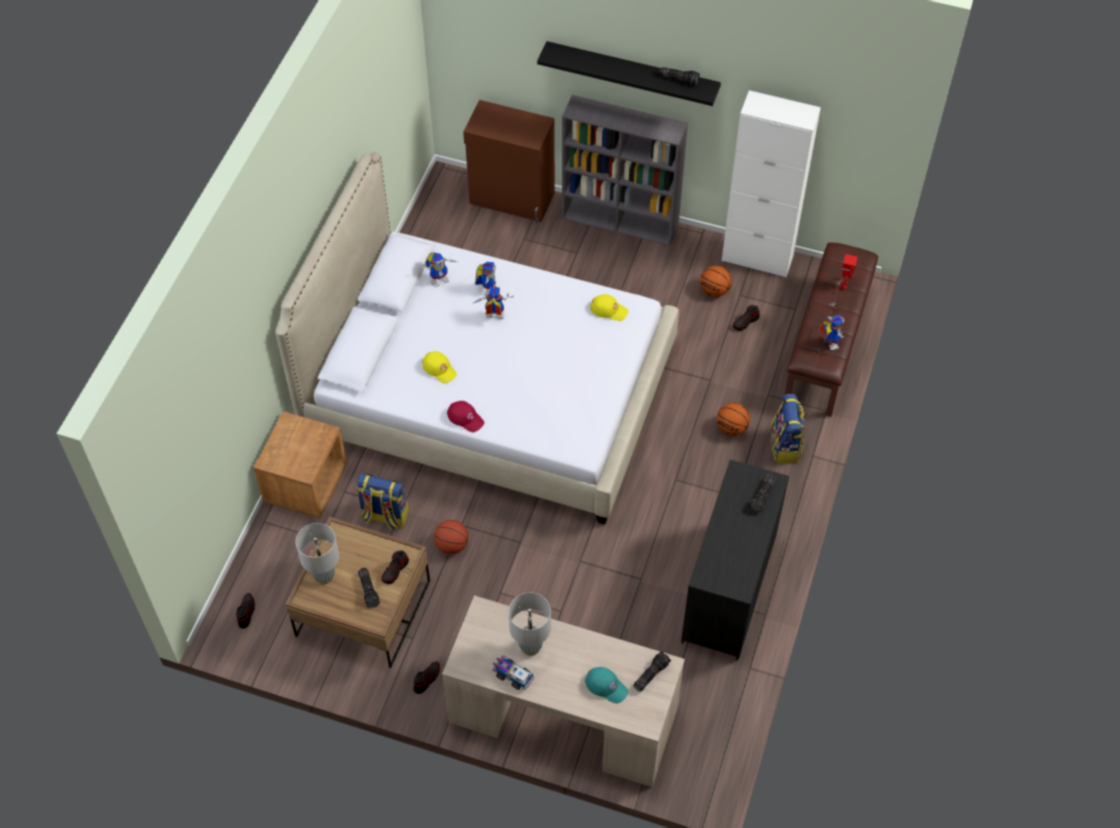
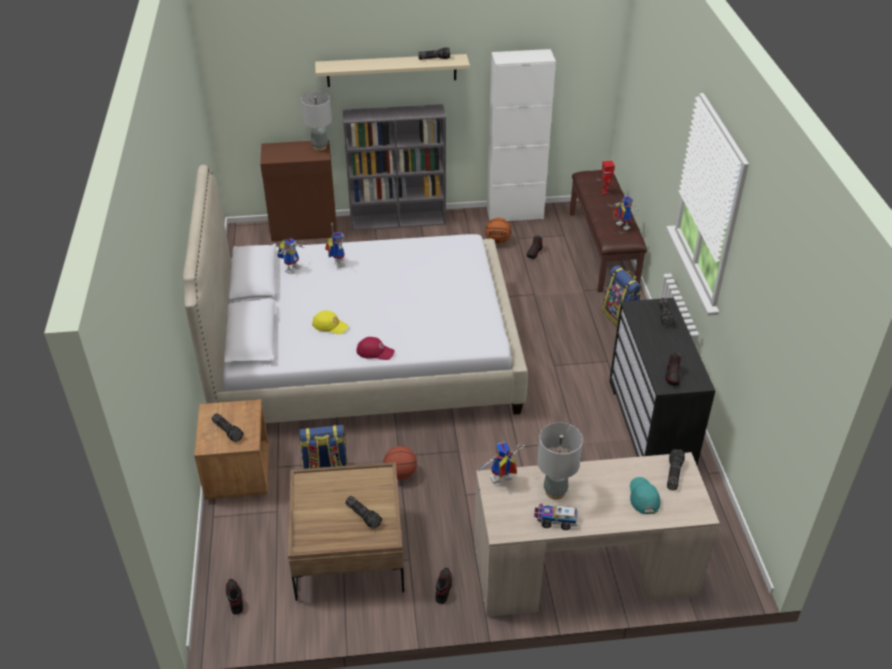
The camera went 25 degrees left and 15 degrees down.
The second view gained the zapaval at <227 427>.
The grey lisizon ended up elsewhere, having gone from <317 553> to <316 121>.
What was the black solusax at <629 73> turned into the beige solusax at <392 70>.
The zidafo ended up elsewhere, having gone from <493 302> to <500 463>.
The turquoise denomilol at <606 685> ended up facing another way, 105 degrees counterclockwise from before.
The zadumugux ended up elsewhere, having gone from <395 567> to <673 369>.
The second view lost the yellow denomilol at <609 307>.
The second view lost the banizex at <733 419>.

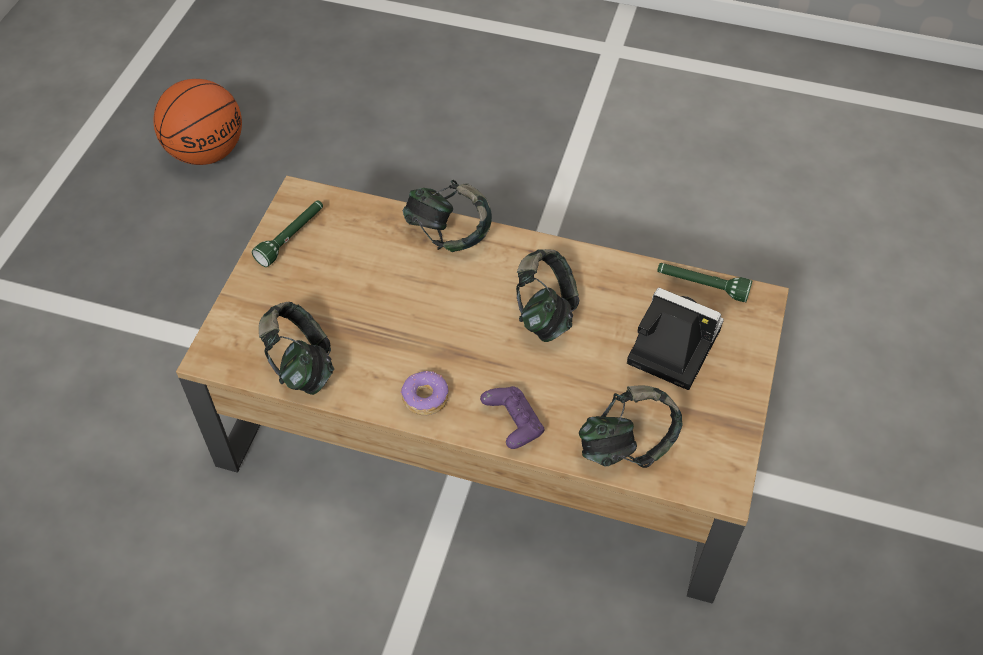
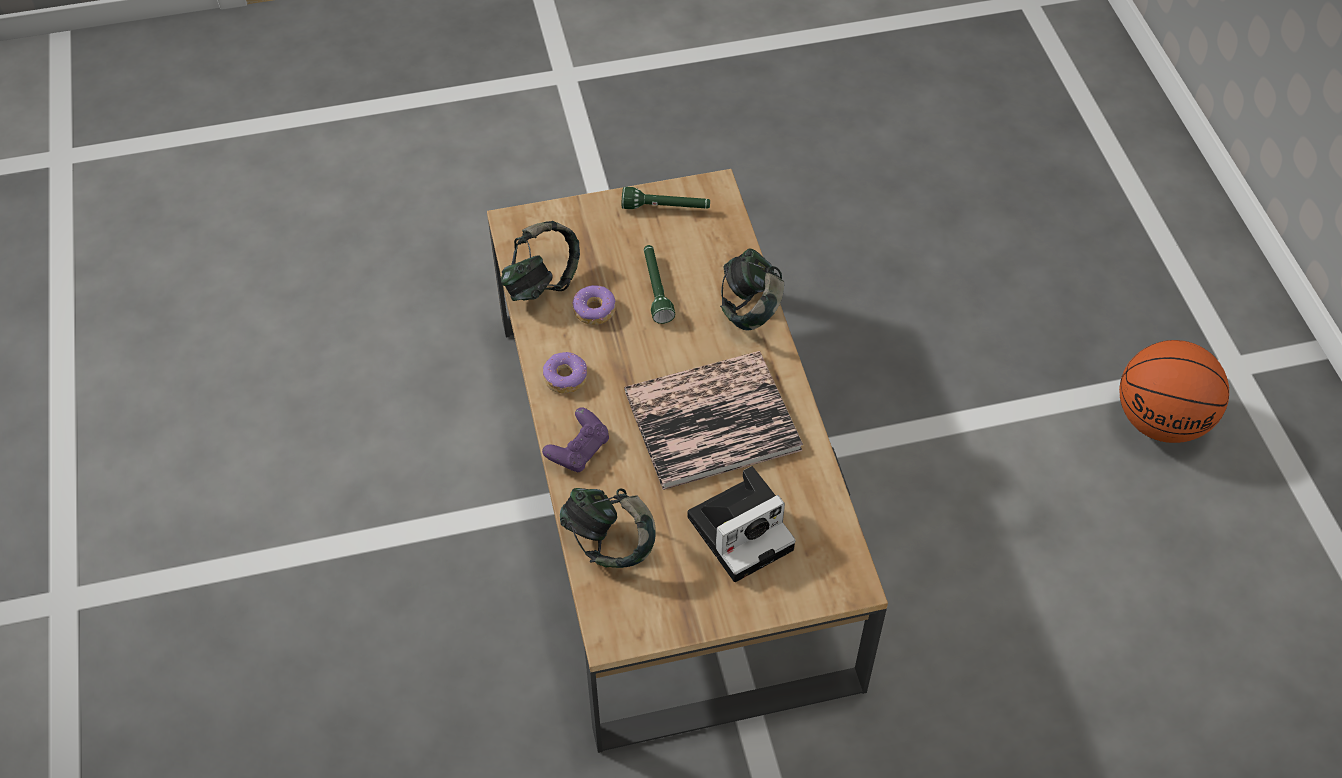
The camera went 60 degrees right and 0 degrees up.
The second view gained the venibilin at <594 305>.
Where the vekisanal stood at <547 295>, the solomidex came to stand at <713 420>.
The green zapaval ended up elsewhere, having gone from <704 282> to <659 284>.
The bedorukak at <675 339> ended up facing another way, 60 degrees clockwise from before.
The banizex ended up elsewhere, having gone from <198 122> to <1174 391>.

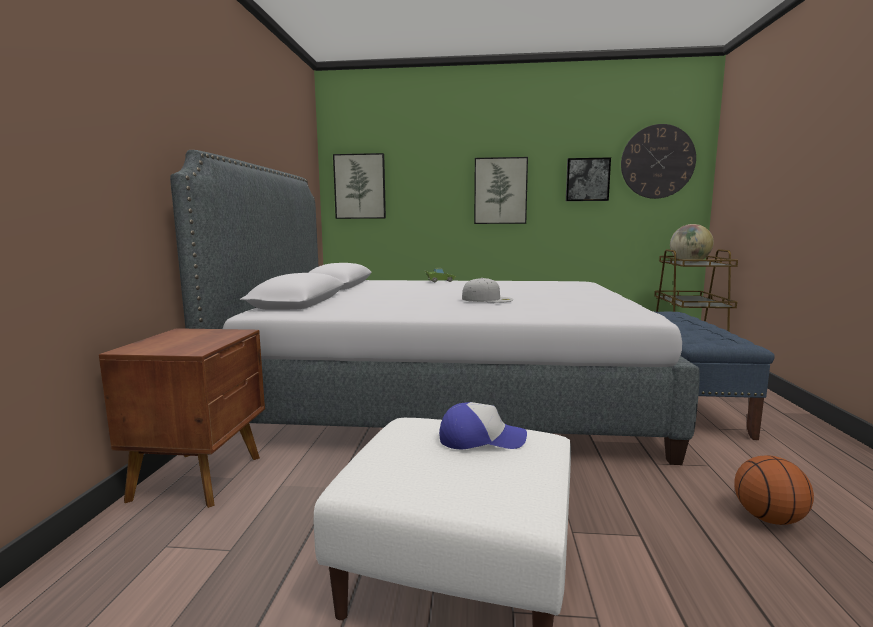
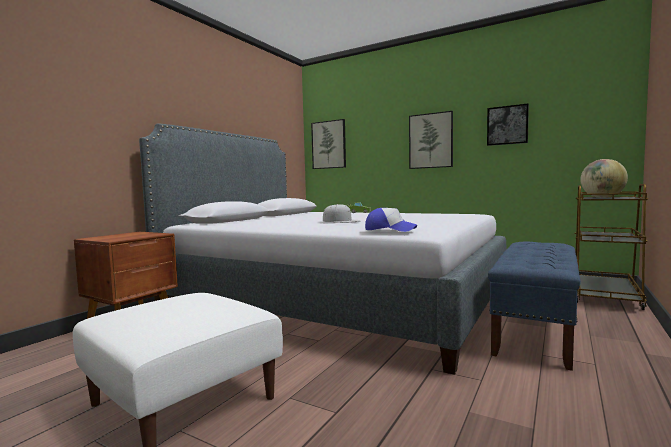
The camera went 25 degrees right and 5 degrees down.
The denomilol ended up elsewhere, having gone from <483 425> to <391 220>.
The second view lost the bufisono at <658 161>.
The second view lost the banizex at <774 490>.

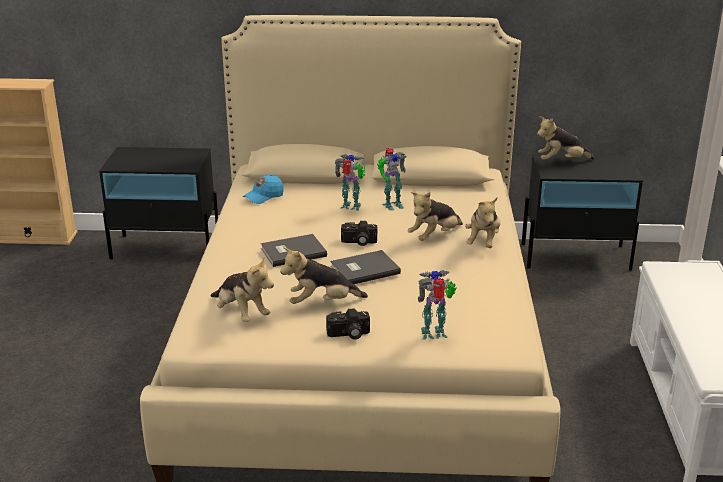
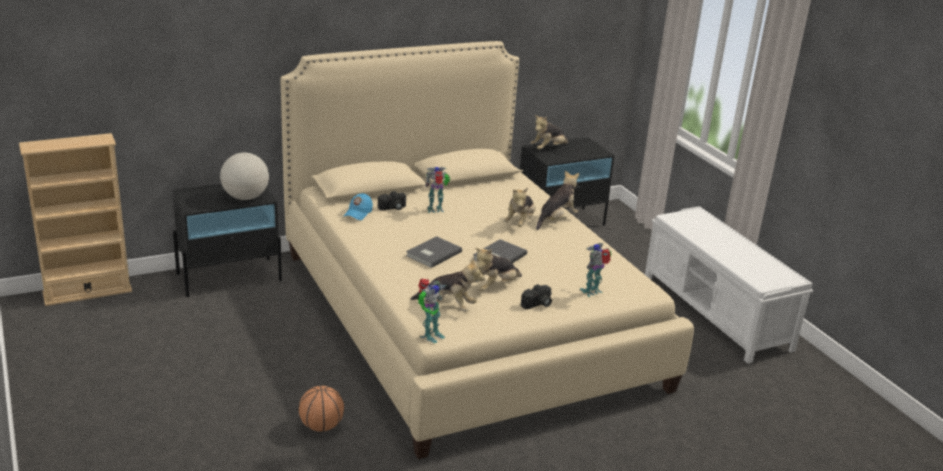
The camera went 30 degrees left and 0 degrees up.
The second view gained the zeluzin at <244 176>.
The second view gained the banizex at <321 409>.
The bedorukak ended up elsewhere, having gone from <359 233> to <392 201>.
The zidafo ended up elsewhere, having gone from <391 179> to <432 311>.
The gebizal at <483 223> ended up facing another way, 120 degrees counterclockwise from before.

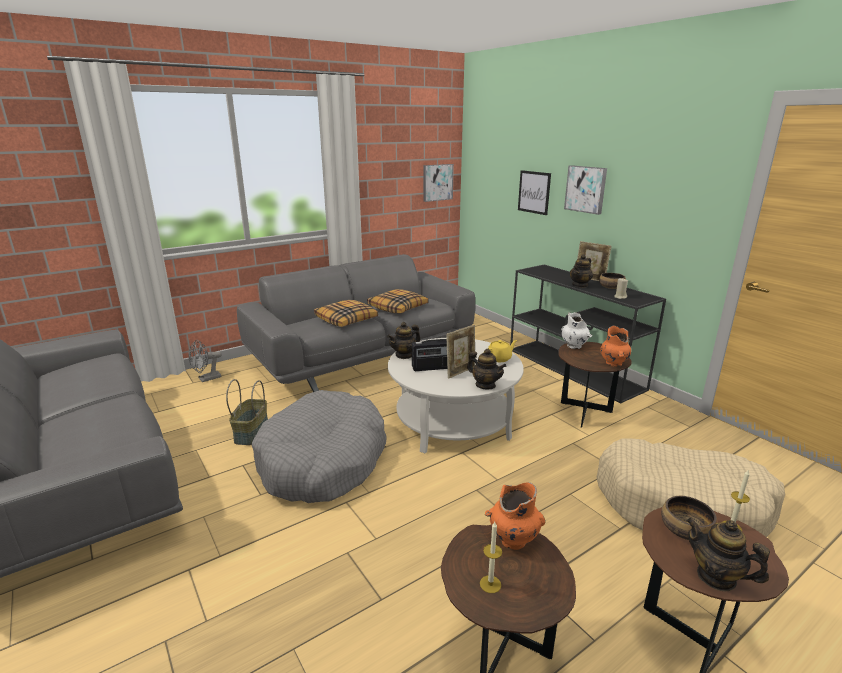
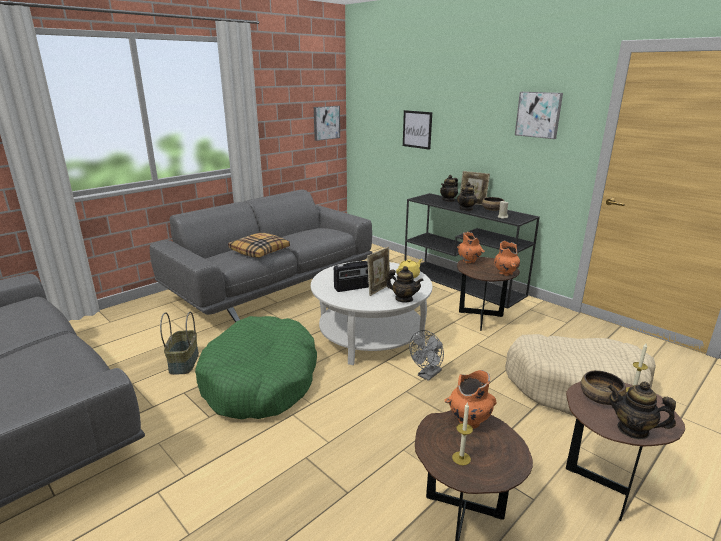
The camera went 10 degrees left and 0 degrees up.
What was the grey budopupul at <319 446> turned into the green budopupul at <256 367>.
The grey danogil ended up elsewhere, having gone from <205 361> to <426 355>.
The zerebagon ended up elsewhere, having gone from <403 340> to <449 188>.
What was the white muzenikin at <576 330> turned into the orange muzenikin at <471 248>.
The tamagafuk ended up elsewhere, having gone from <585 190> to <539 115>.
The second view lost the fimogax at <397 301>.

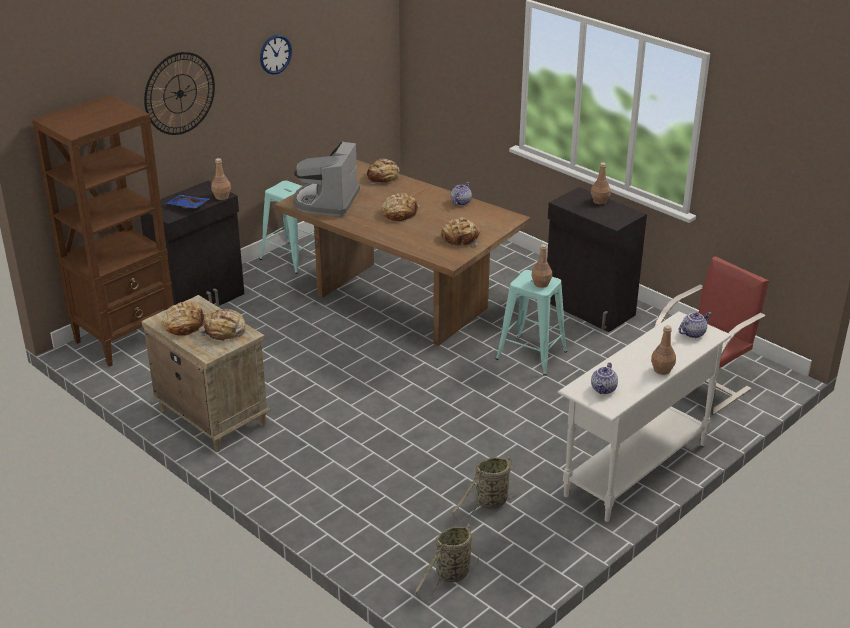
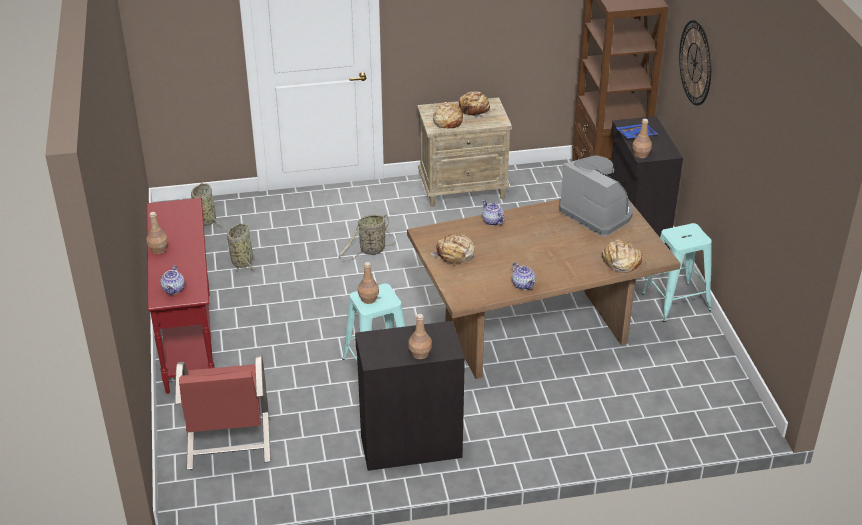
The camera went 125 degrees right and 5 degrees up.
What was the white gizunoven at <644 416> turned into the red gizunoven at <181 296>.
The second view gained the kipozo at <367 237>.
The zerebagon ended up elsewhere, having gone from <604 378> to <493 213>.
The second view lost the bufisono at <276 55>.
The second view lost the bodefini at <400 207>.

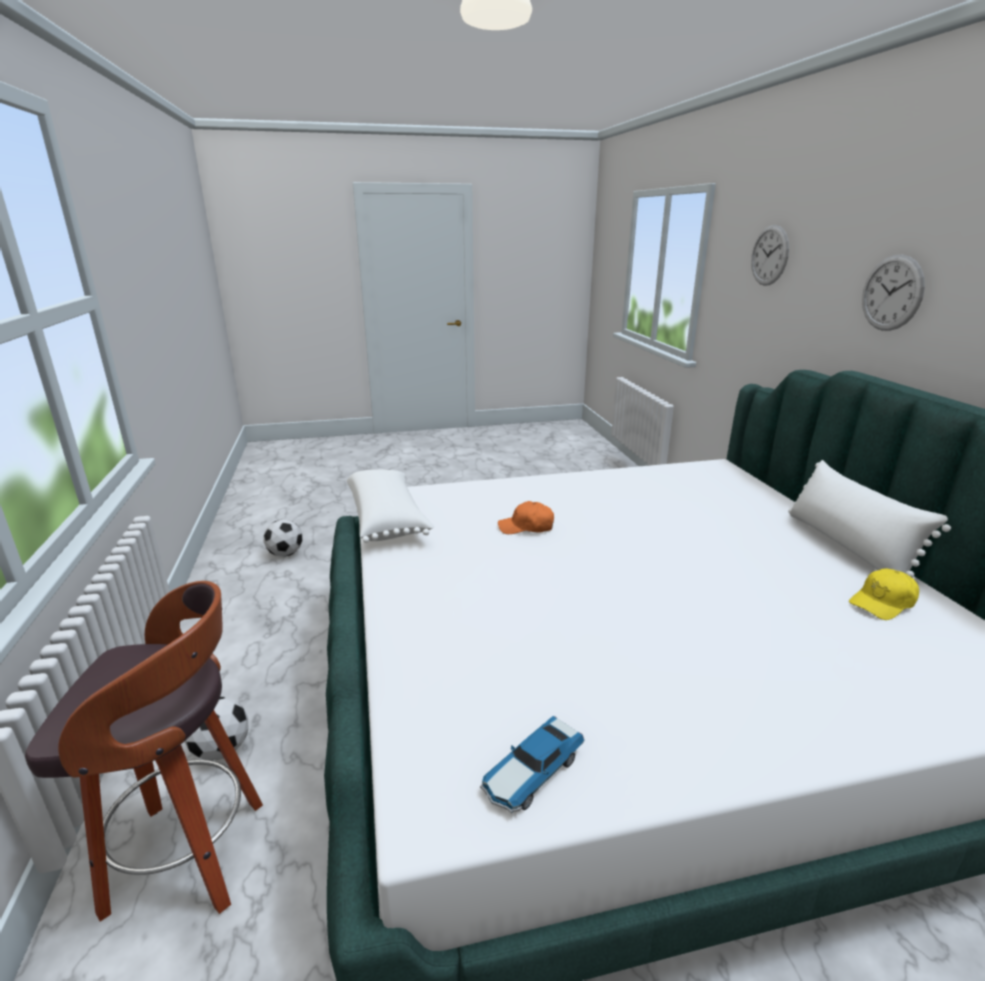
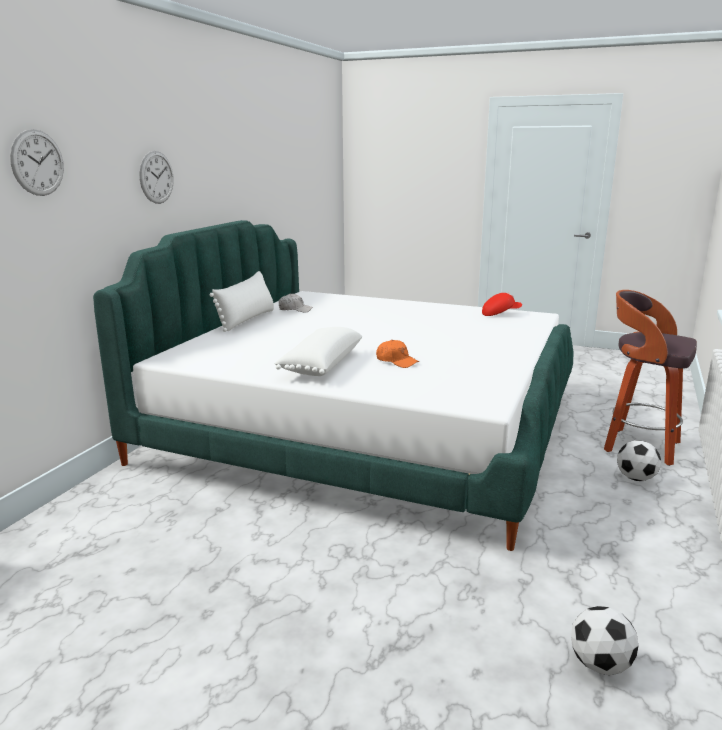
The camera went 145 degrees left and 5 degrees down.
The white fimogax ended up elsewhere, having gone from <390 506> to <318 351>.
What was the yellow denomilol at <884 594> turned into the white denomilol at <295 303>.
Where the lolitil stood at <532 764>, the red denomilol came to stand at <502 304>.

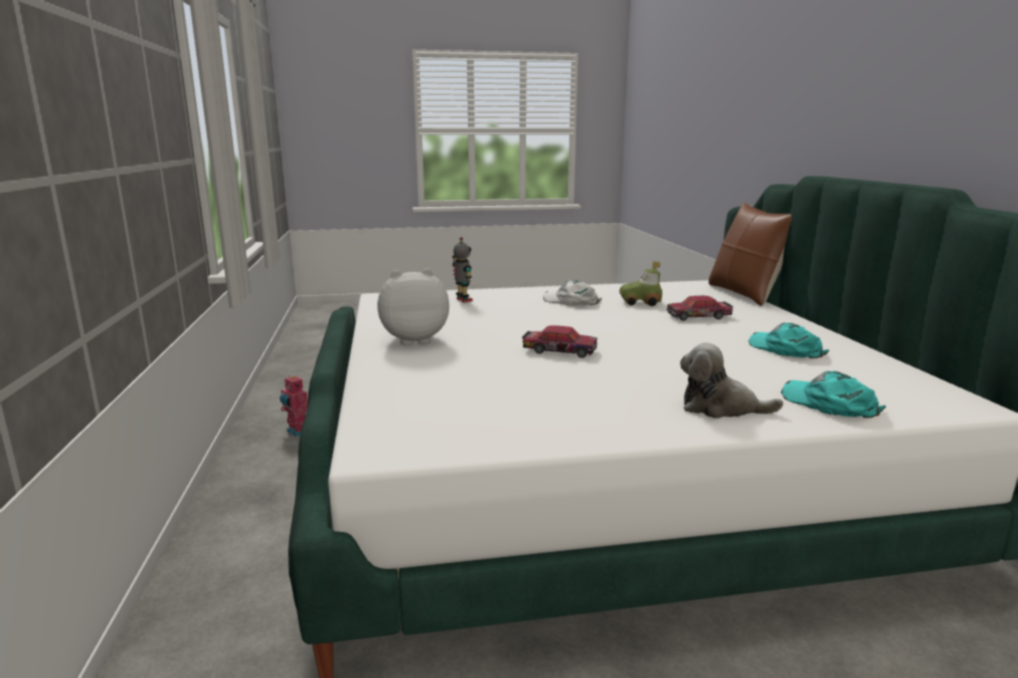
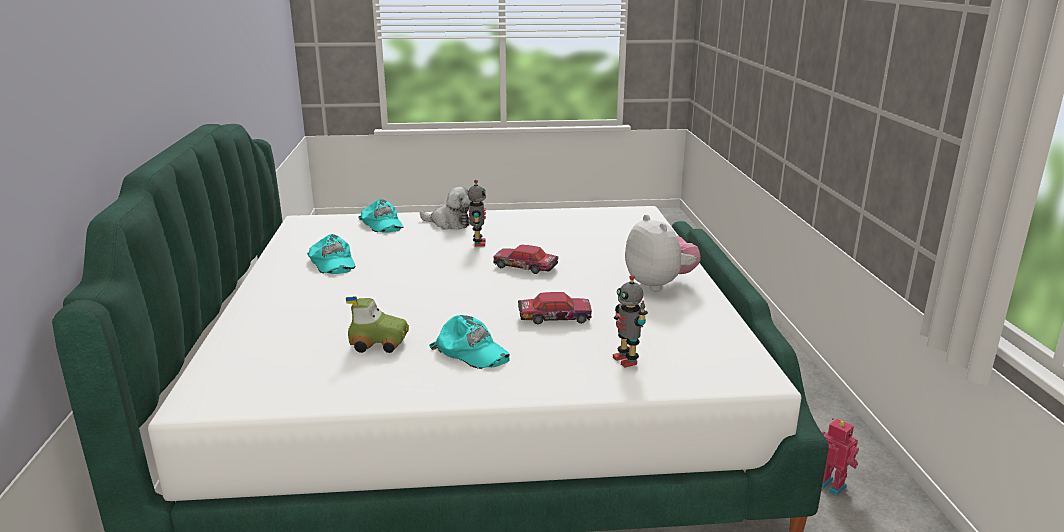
The camera went 175 degrees left and 5 degrees up.
What was the white denomilol at <572 293> turned into the turquoise denomilol at <469 342>.
The second view gained the zidafo at <477 213>.
The lolitil ended up elsewhere, having gone from <700 308> to <555 308>.
The gebizal at <413 306> ended up facing another way, 105 degrees counterclockwise from before.
The second view lost the brown fimogax at <750 254>.

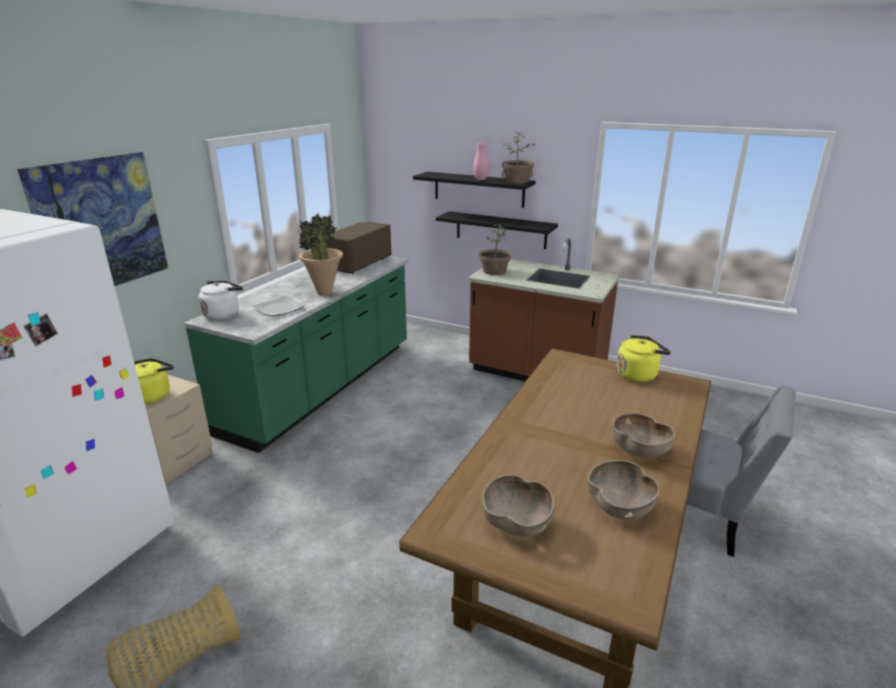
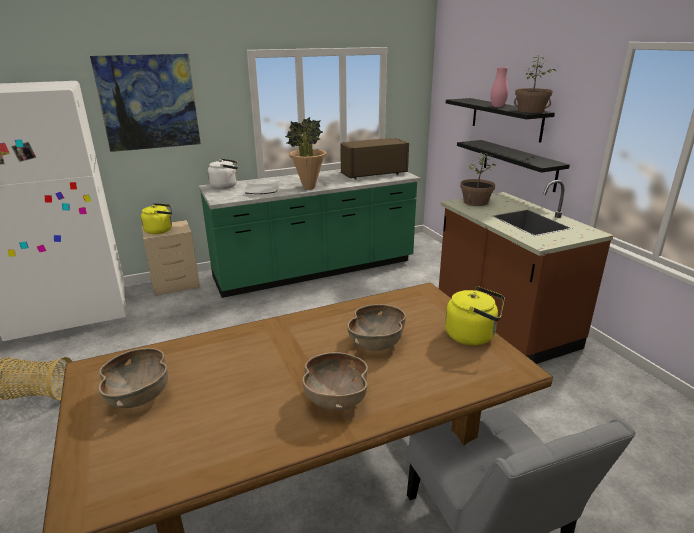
The camera went 40 degrees right and 0 degrees up.
The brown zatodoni ended up elsewhere, having gone from <623 490> to <376 327>.

